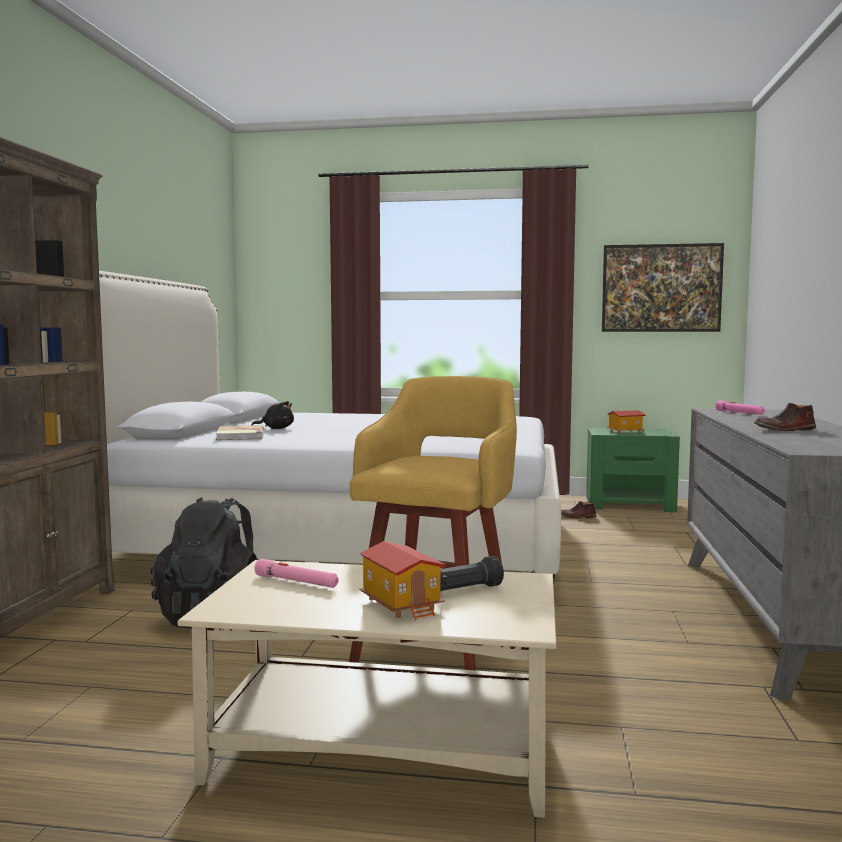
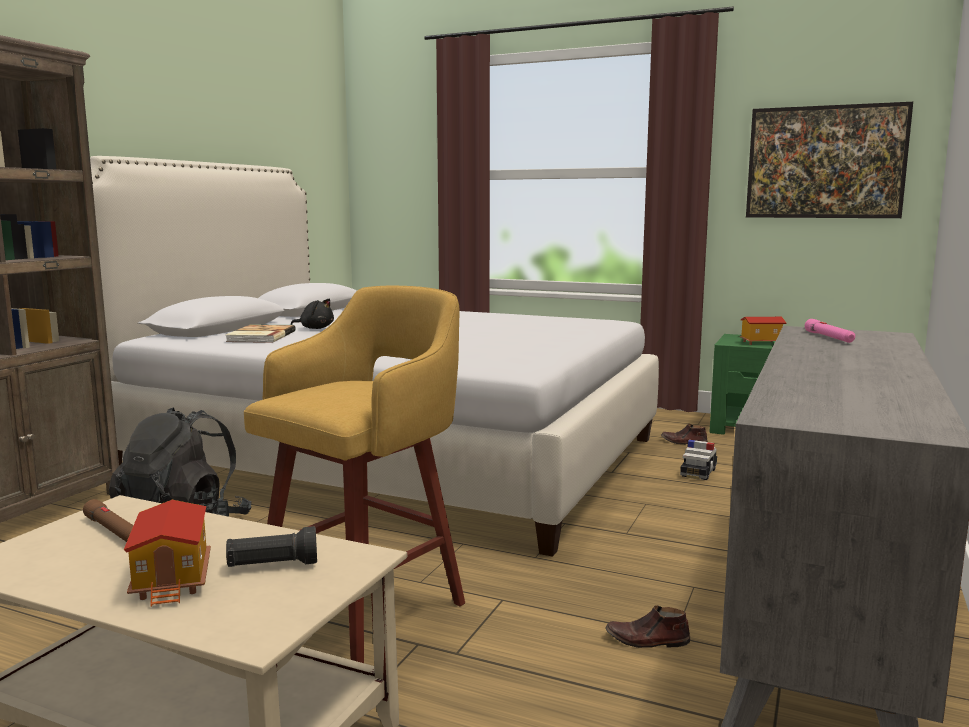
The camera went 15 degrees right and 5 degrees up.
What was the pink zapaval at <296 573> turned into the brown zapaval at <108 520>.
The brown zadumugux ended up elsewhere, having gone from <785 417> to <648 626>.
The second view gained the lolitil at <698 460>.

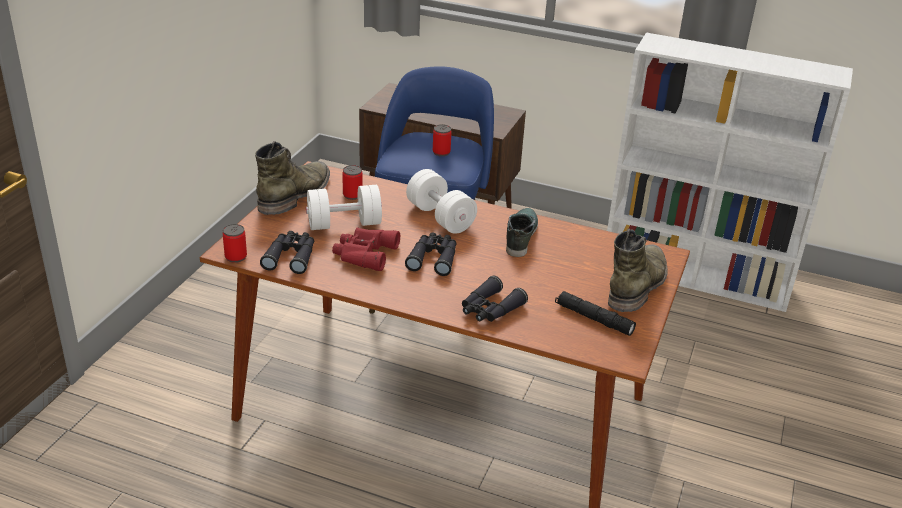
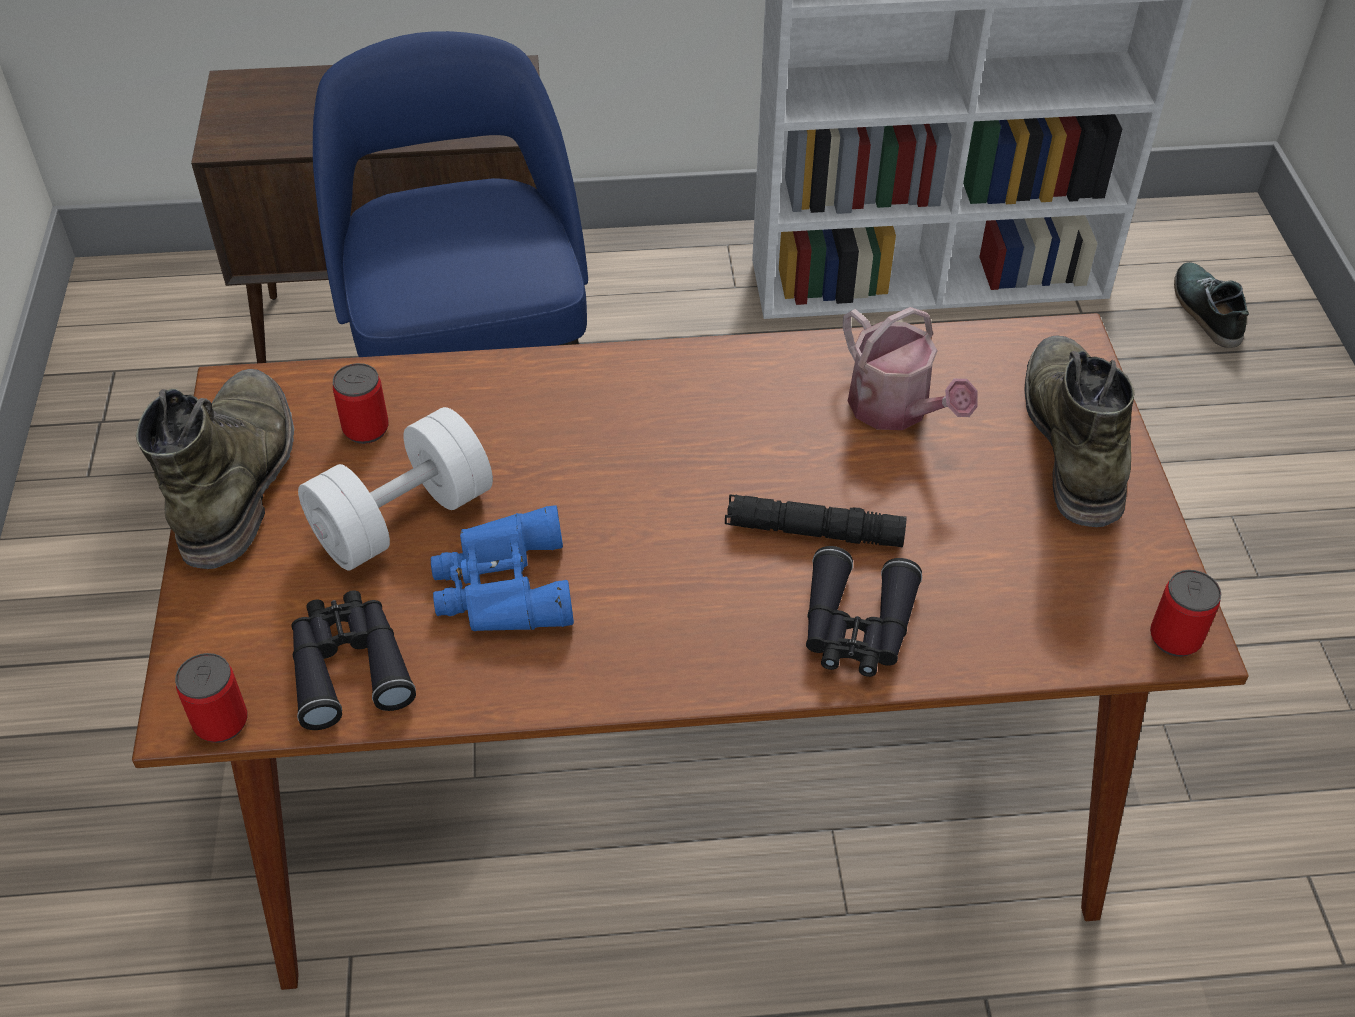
The camera went 25 degrees left and 15 degrees up.
What was the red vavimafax at <366 249> turned into the blue vavimafax at <502 568>.
The black zapaval ended up elsewhere, having gone from <595 313> to <816 520>.
The second view gained the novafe at <910 368>.
The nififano ended up elsewhere, having gone from <442 140> to <1185 613>.
The zadumugux ended up elsewhere, having gone from <522 232> to <1211 305>.
The second view lost the black vavimafax at <431 254>.
The second view lost the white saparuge at <441 201>.

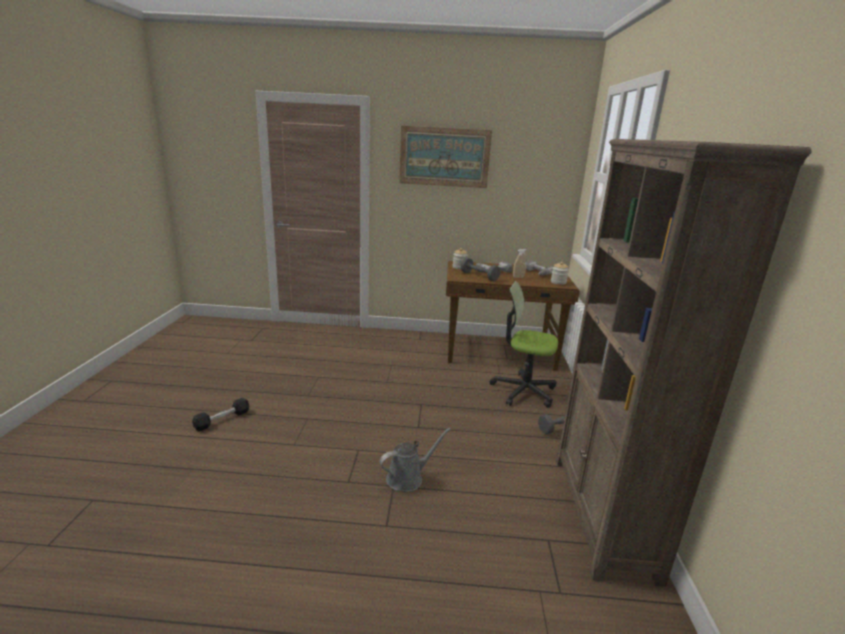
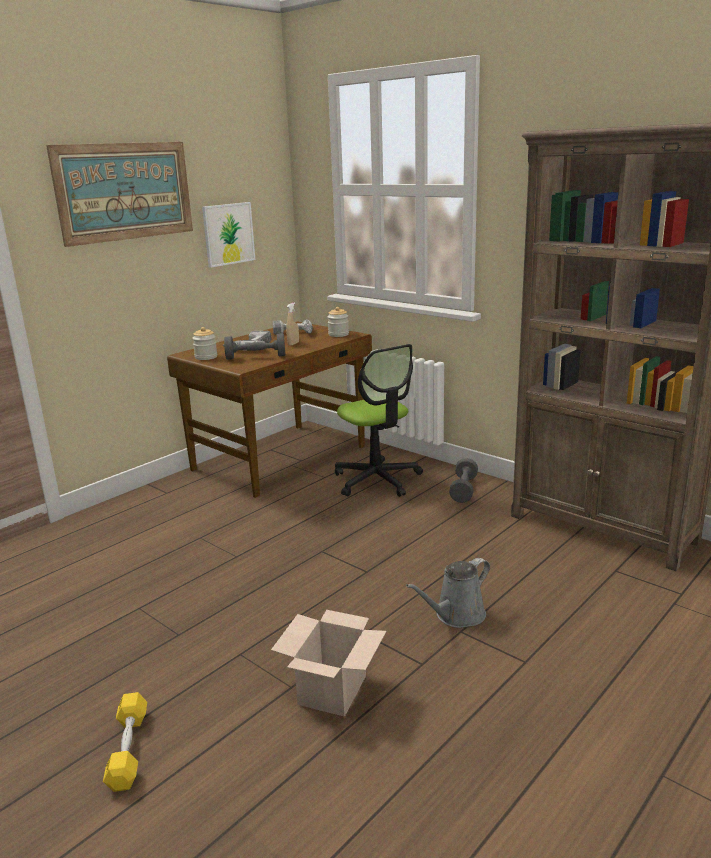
The camera went 50 degrees left and 0 degrees up.
What was the black saparuge at <220 414> turned into the yellow saparuge at <125 742>.
The second view gained the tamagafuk at <228 235>.
The second view gained the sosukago at <328 663>.
The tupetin at <524 344> ended up facing another way, 90 degrees counterclockwise from before.
The grey novafe at <415 460> ended up facing another way, 135 degrees counterclockwise from before.

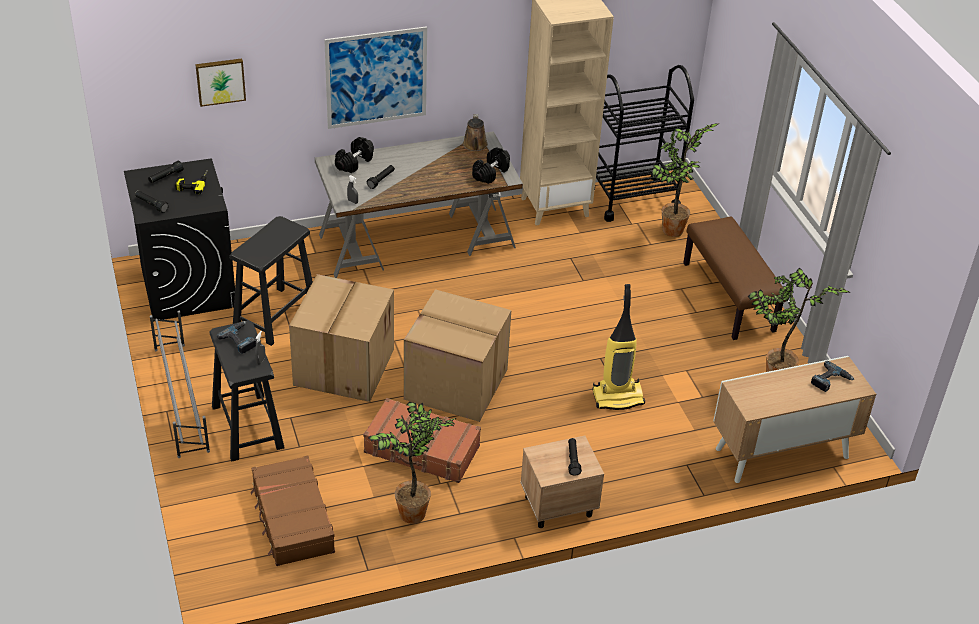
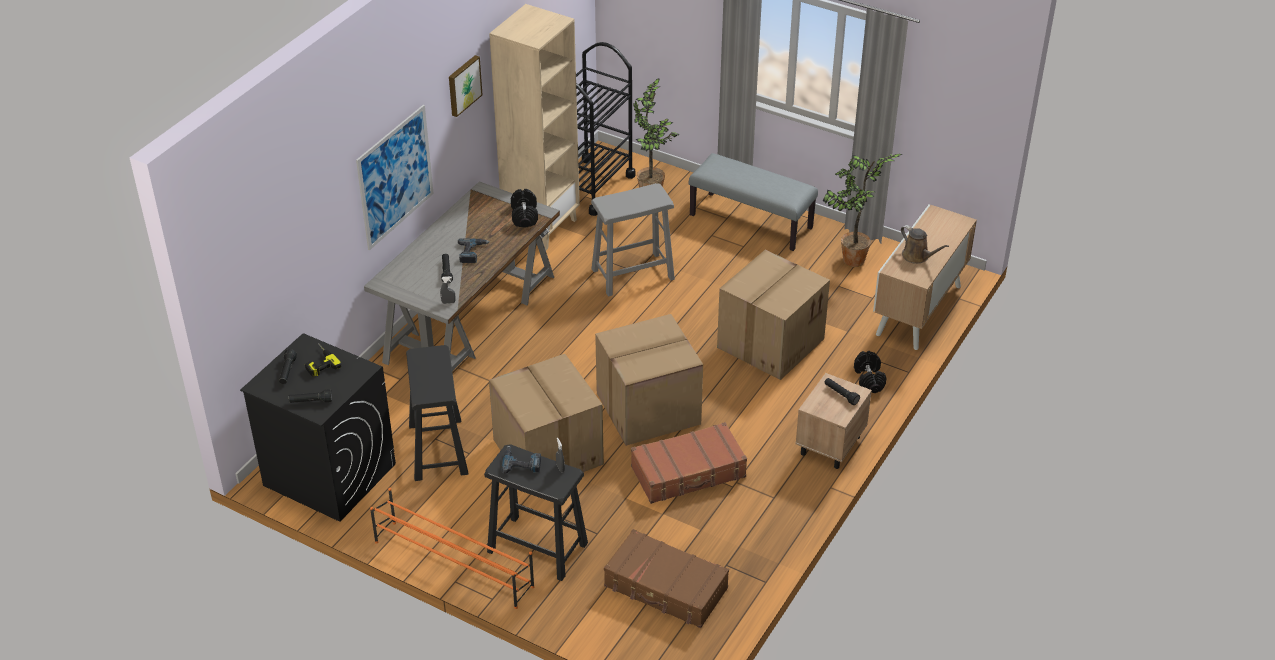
The camera went 40 degrees left and 0 degrees up.
What was the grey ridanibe at <180 384> turned into the orange ridanibe at <452 548>.
The tamagafuk ended up elsewhere, having gone from <220 82> to <465 86>.
The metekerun ended up elsewhere, having gone from <832 376> to <473 250>.
The second view gained the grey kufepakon at <633 240>.
What was the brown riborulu at <734 278> turned into the grey riborulu at <753 202>.
Where the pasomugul stood at <618 347>, the sosukago came to stand at <773 315>.
The black saparuge ended up elsewhere, having gone from <354 155> to <870 372>.
The brown novafe ended up elsewhere, having gone from <475 132> to <925 244>.
The second view lost the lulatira at <412 463>.

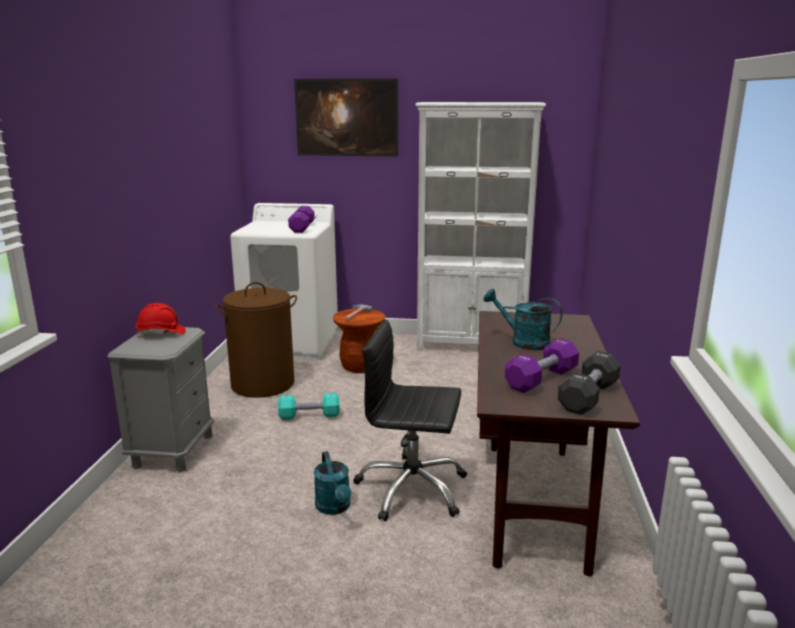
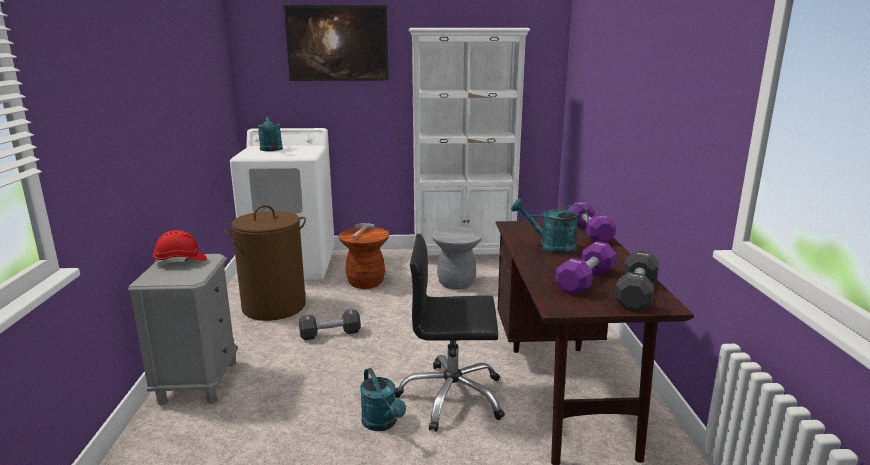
The camera went 10 degrees left and 0 degrees up.
The second view gained the turquoise novafe at <270 133>.
What was the turquoise saparuge at <309 406> turned into the black saparuge at <330 324>.
The second view gained the grey kufepakon at <457 258>.
The purple saparuge ended up elsewhere, having gone from <301 219> to <592 222>.

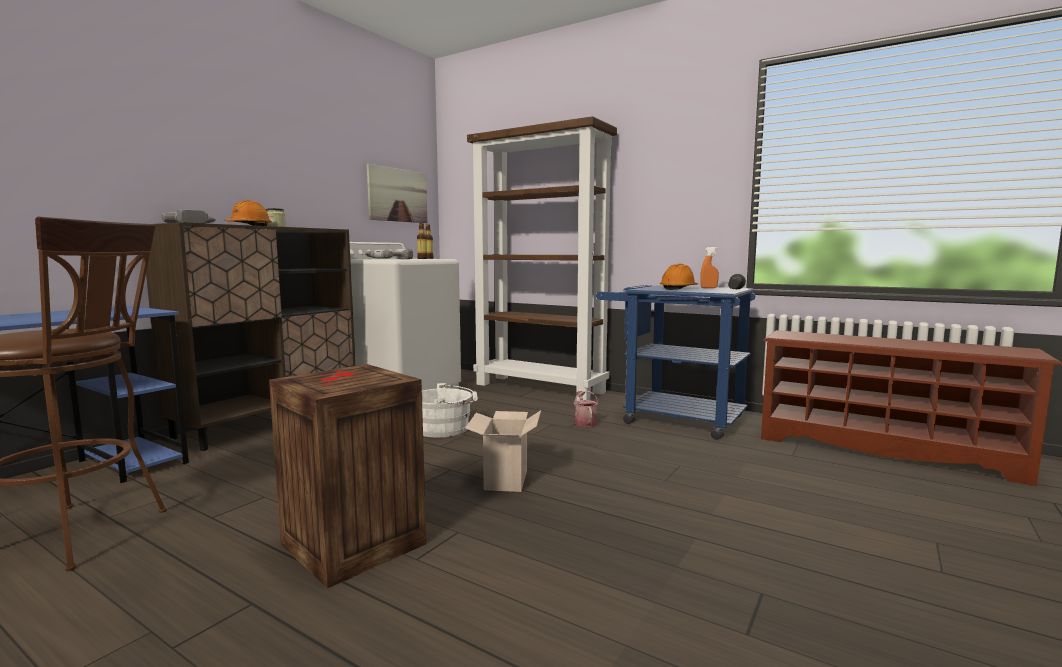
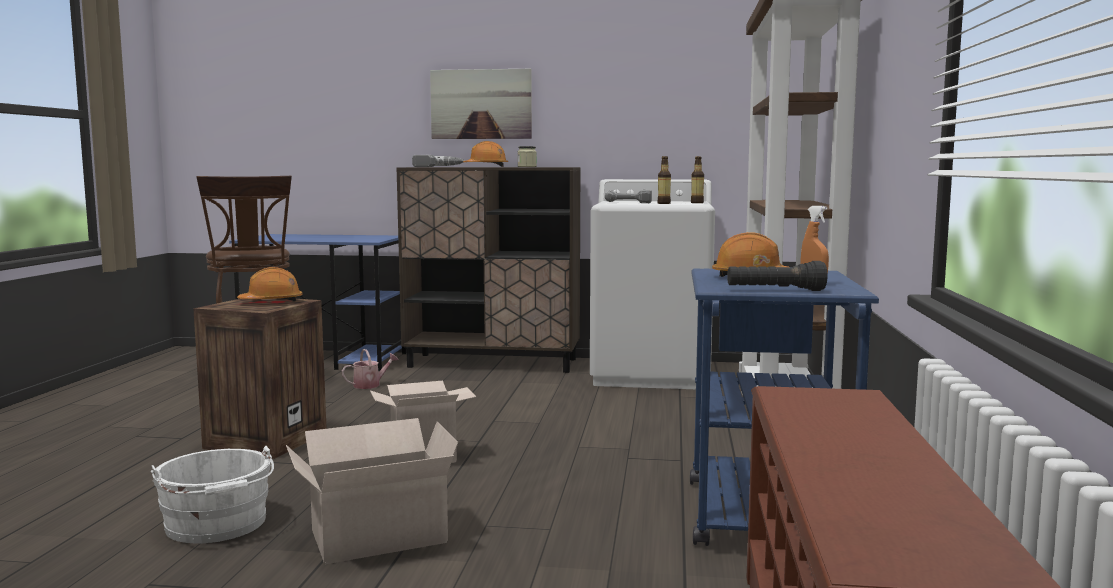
The camera went 65 degrees right and 0 degrees up.
The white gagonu ended up elsewhere, having gone from <450 410> to <212 494>.
The second view gained the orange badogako at <269 284>.
The second view gained the sosukago at <372 491>.
The novafe ended up elsewhere, having gone from <586 409> to <370 369>.
The tamagafuk ended up elsewhere, having gone from <397 193> to <481 103>.

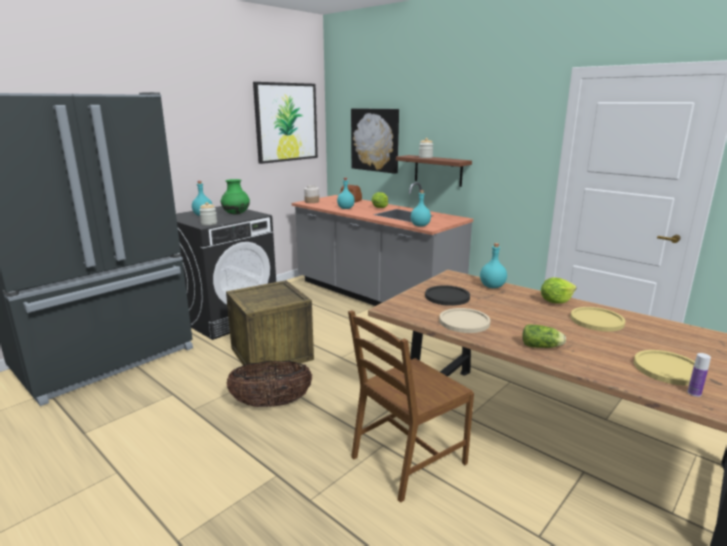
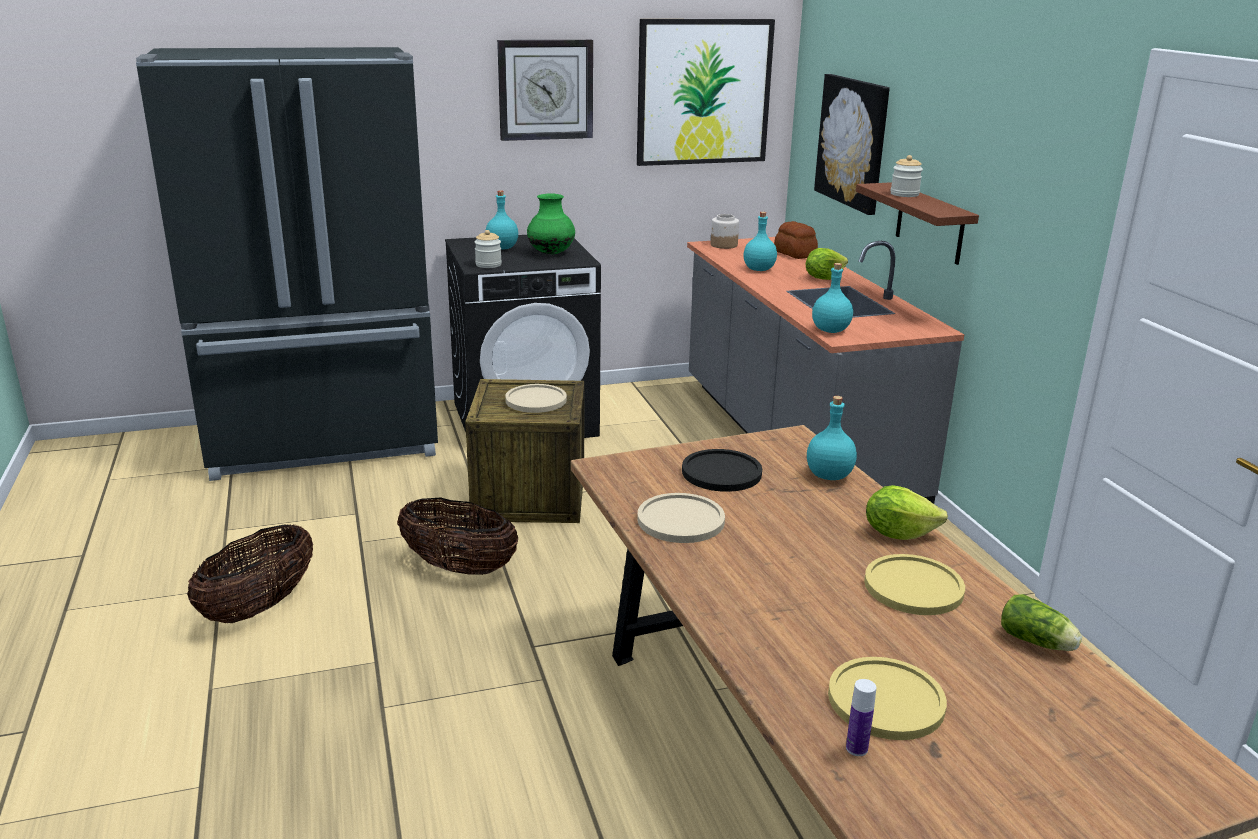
The camera went 30 degrees right and 5 degrees up.
The second view gained the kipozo at <250 573>.
The second view gained the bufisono at <545 90>.
The second view gained the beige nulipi at <536 398>.
The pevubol ended up elsewhere, having gone from <544 336> to <1041 622>.
The second view lost the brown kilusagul at <411 406>.

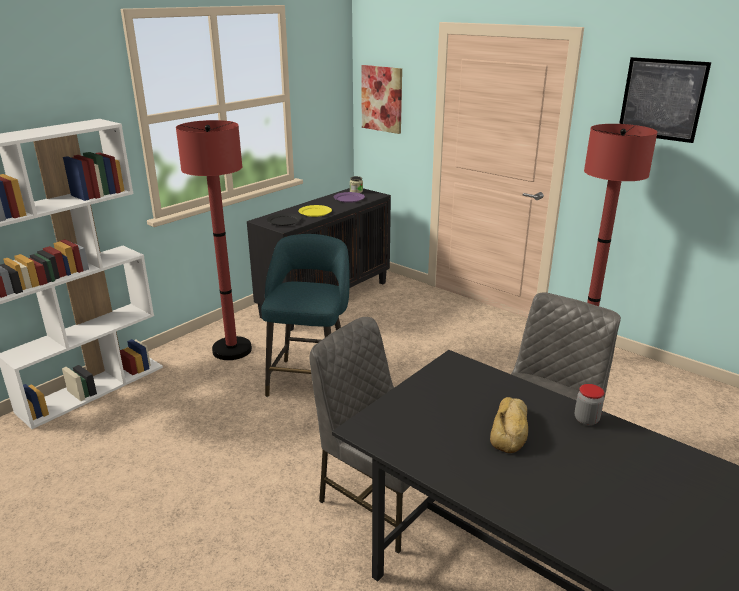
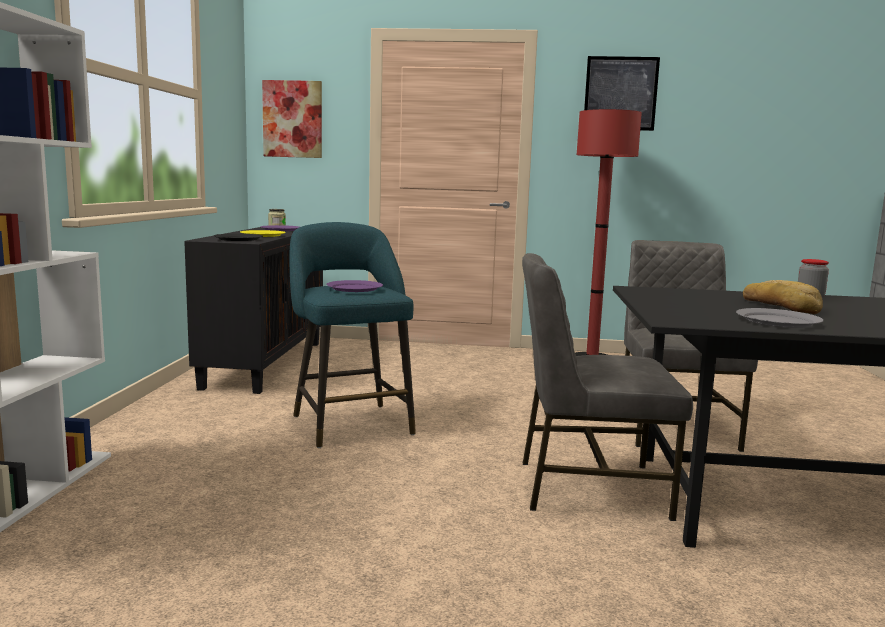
The camera went 35 degrees left and 15 degrees down.
The second view gained the purple nulipi at <354 286>.
The second view gained the grey nulipi at <779 318>.
The second view lost the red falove at <214 240>.

